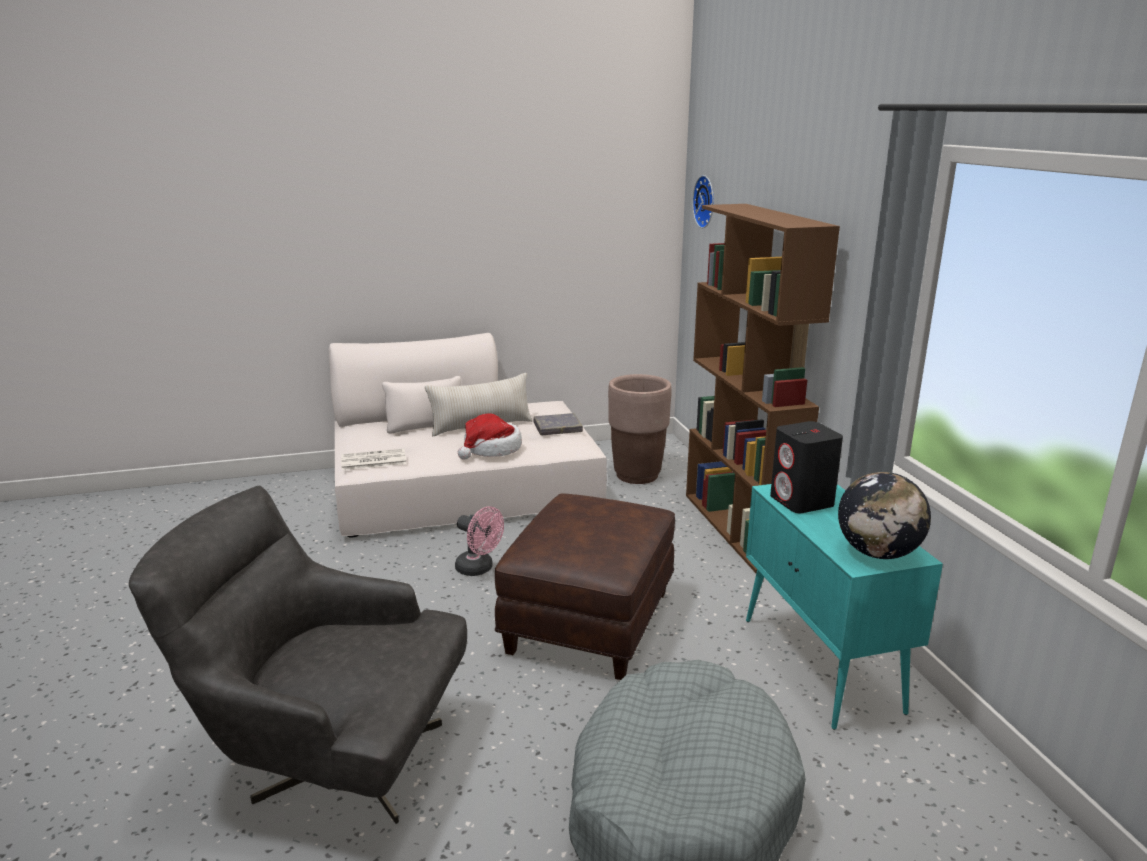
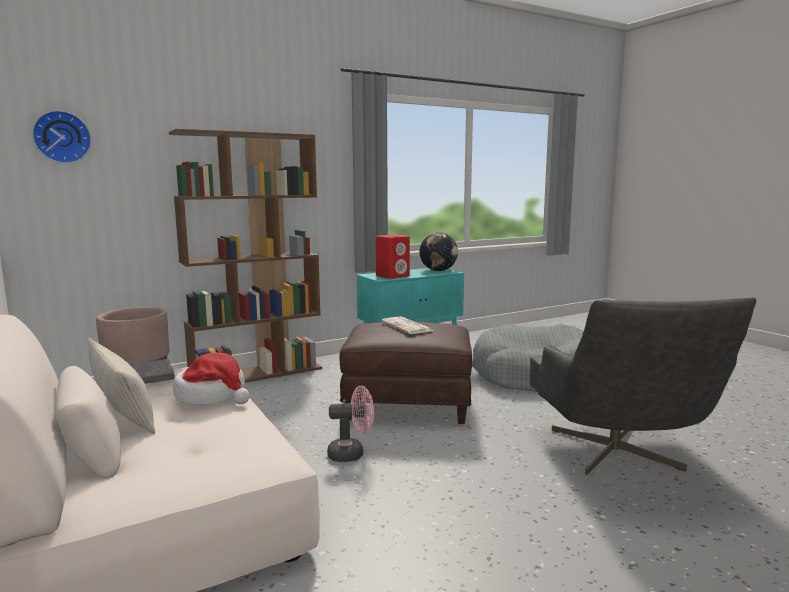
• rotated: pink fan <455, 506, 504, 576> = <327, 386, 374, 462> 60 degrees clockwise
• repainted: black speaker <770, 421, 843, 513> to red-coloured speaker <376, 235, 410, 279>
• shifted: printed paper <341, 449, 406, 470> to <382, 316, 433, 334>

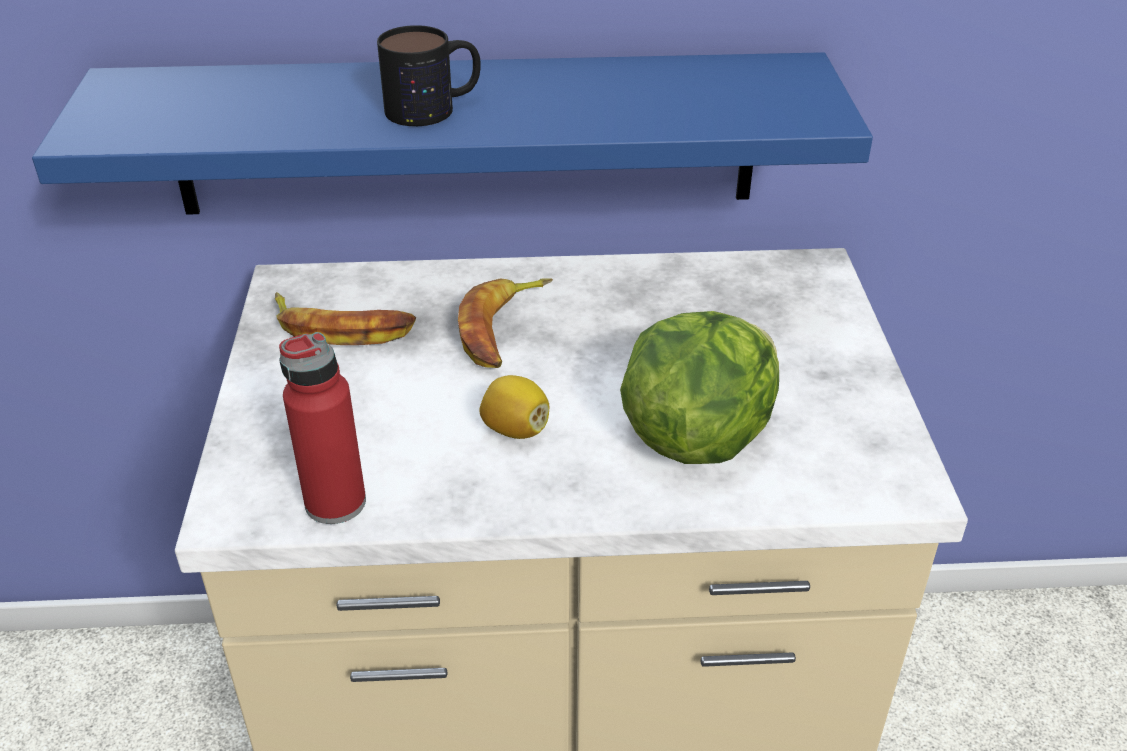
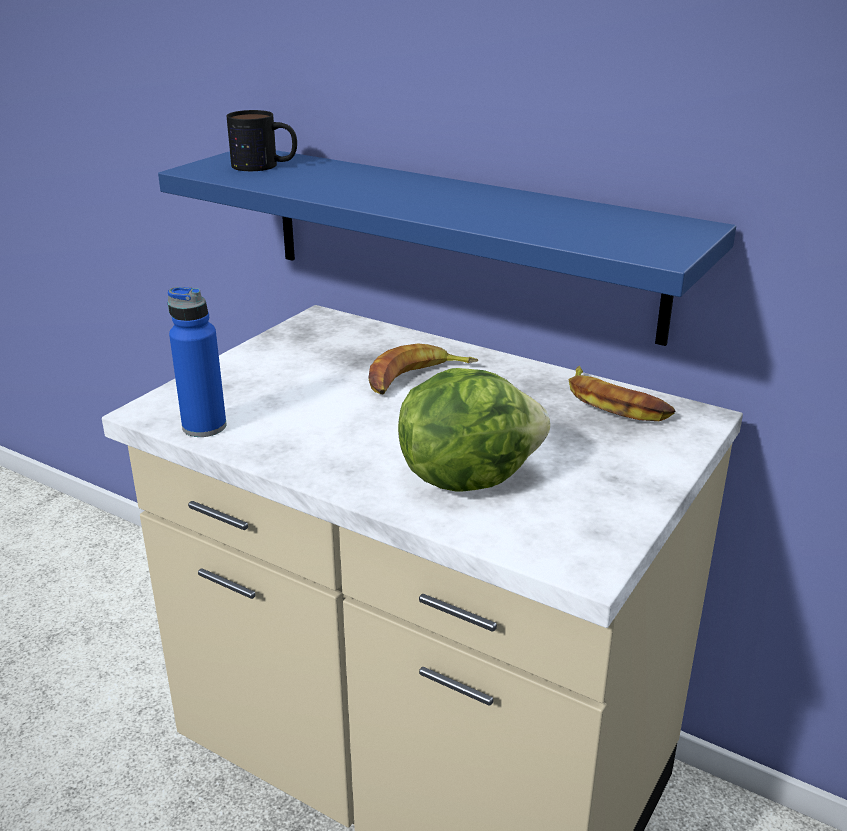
• repainted: red-coloured drink bottle <279, 332, 366, 524> to bluish drink bottle <168, 287, 226, 437>
• shifted: tea mug <377, 25, 481, 126> to <227, 110, 297, 171>
• shifted: whole banana <275, 292, 416, 345> to <568, 366, 675, 421>
• gone: lemon <479, 375, 549, 439>

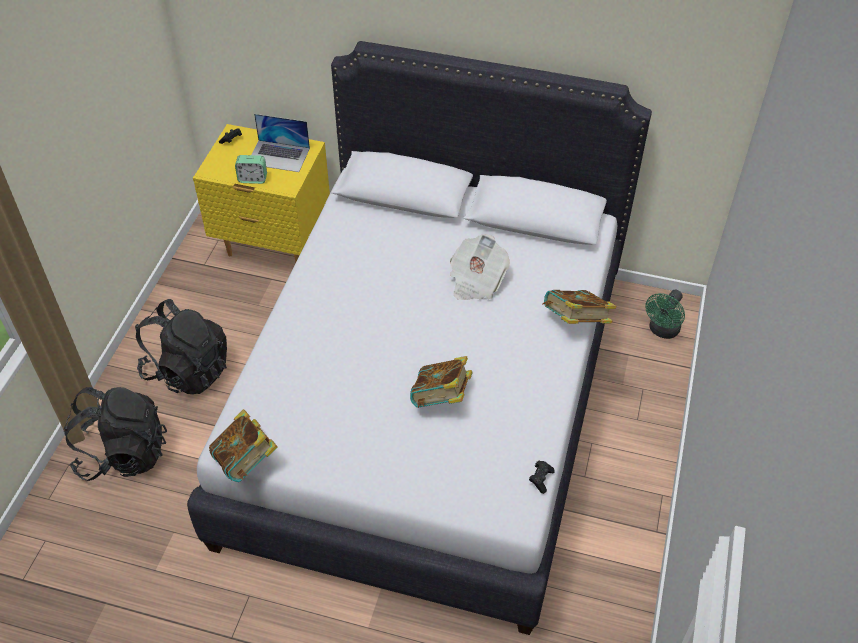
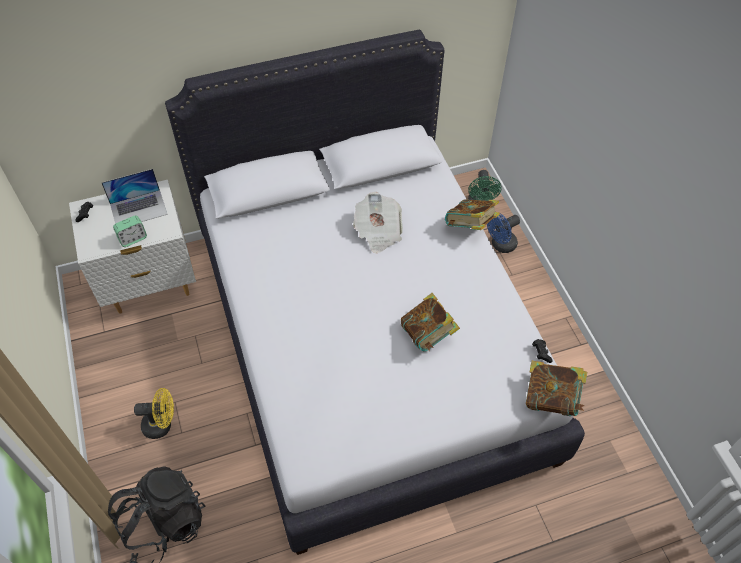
• repainted: yellow bedside table <193, 124, 330, 263> to white-coloured bedside table <69, 180, 196, 314>
• swapped: black knapsack <135, 299, 227, 394> to yellow fan <134, 388, 174, 439>
• new: bluish fan <487, 213, 520, 253>
• shifted: bound book <209, 409, 278, 482> to <526, 361, 587, 416>

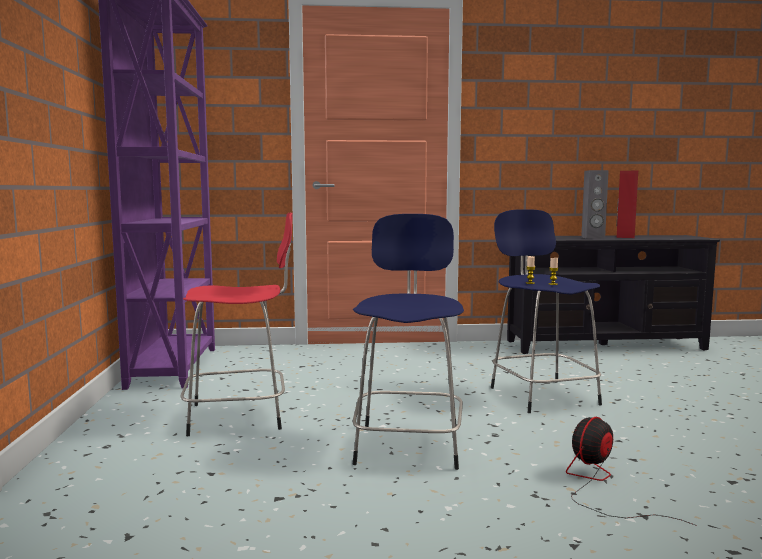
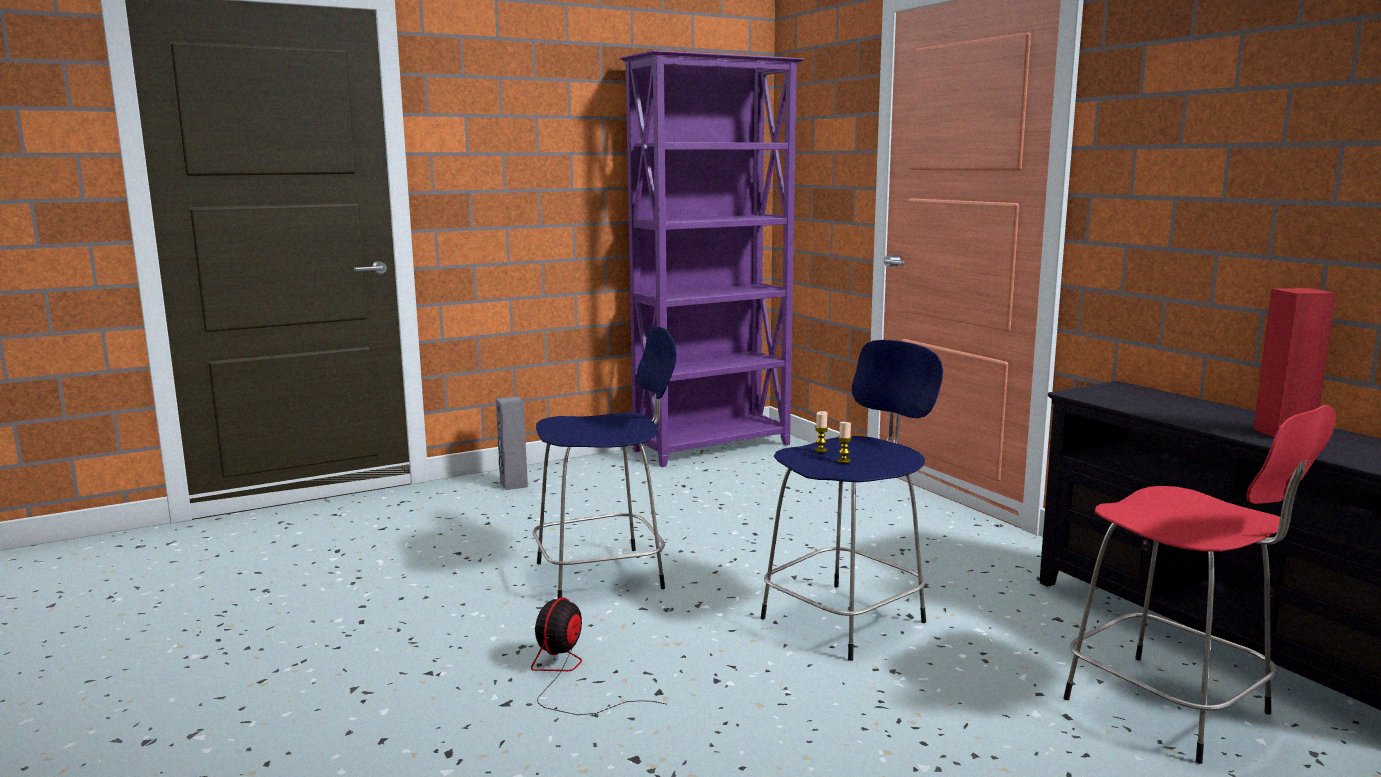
• shifted: greyish speaker <581, 170, 609, 239> to <496, 396, 528, 490>
• rotated: fan <566, 417, 697, 526> = <531, 598, 665, 715> 90 degrees counterclockwise
• shifted: red-coloured stool seat <181, 213, 293, 436> to <1064, 405, 1336, 764>

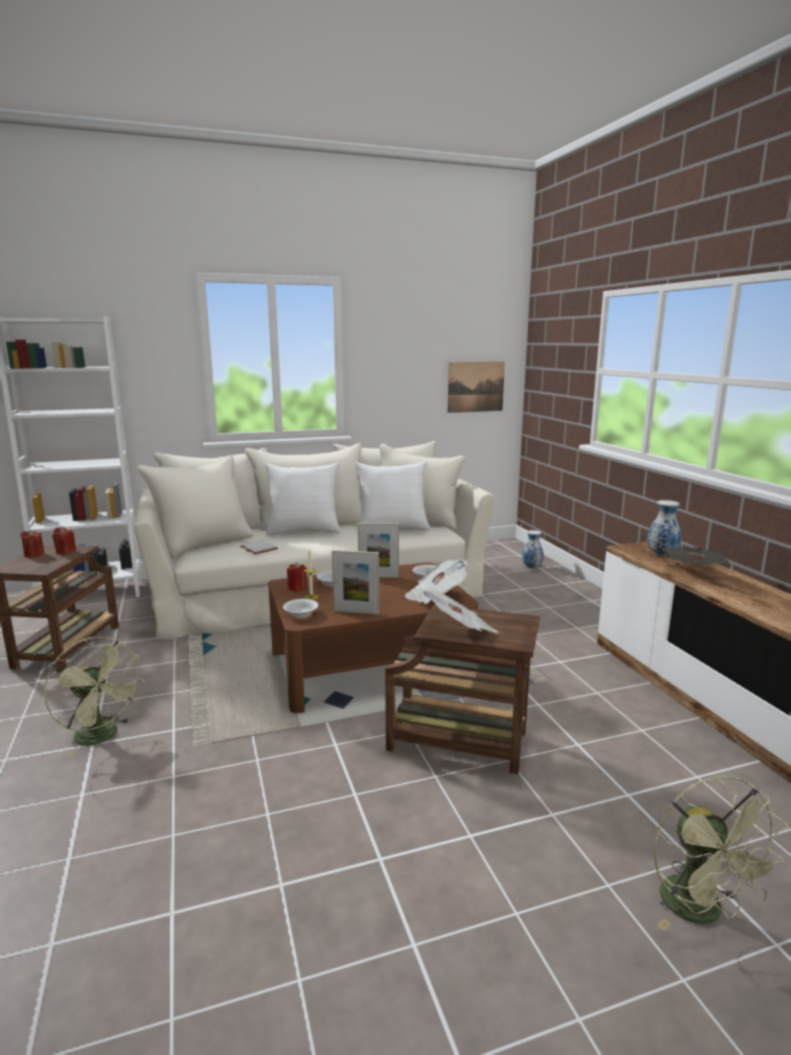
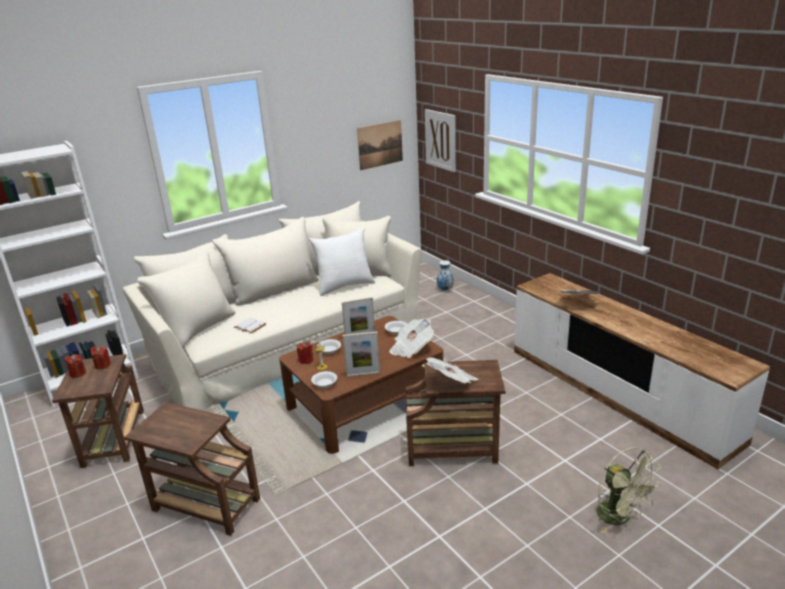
• swapped: green fan <44, 636, 144, 757> to brown-coloured accent table <124, 402, 260, 536>
• new: picture <425, 109, 456, 172>
• gone: white-coloured pillow <265, 463, 341, 536>
• gone: decorative vase <647, 500, 681, 556>

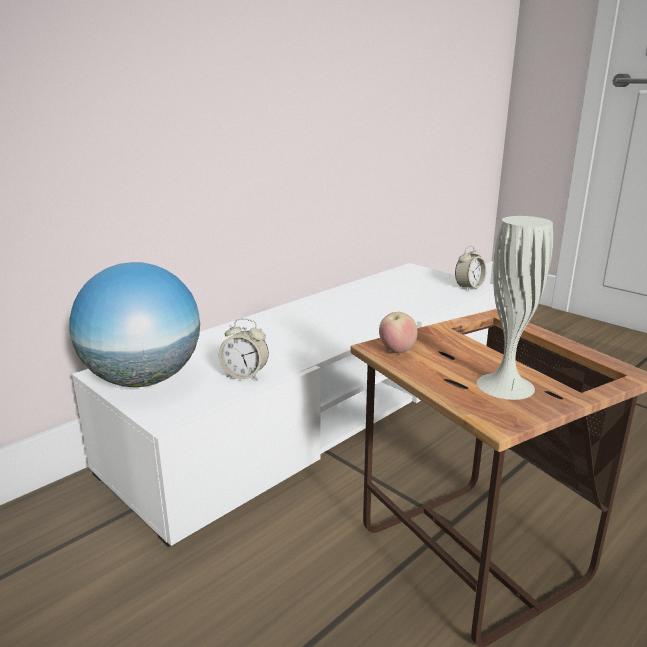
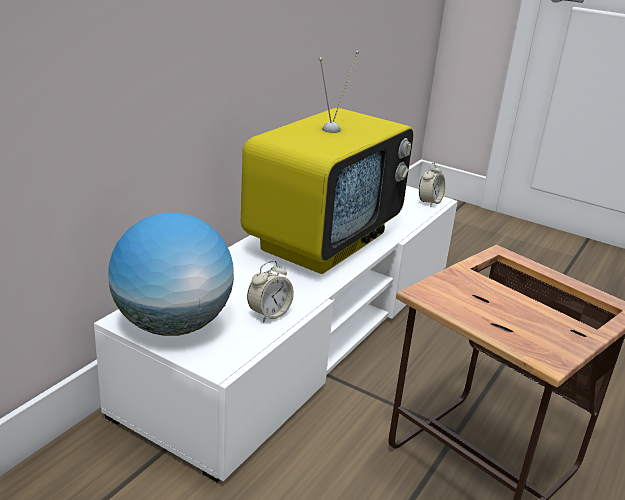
• new: television <241, 50, 413, 274>
• rotated: table clock <219, 318, 269, 380> = <247, 261, 294, 323> 45 degrees counterclockwise
• gone: apple fruit <379, 312, 417, 353>
• gone: white-coloured decorative vase <477, 216, 553, 400>

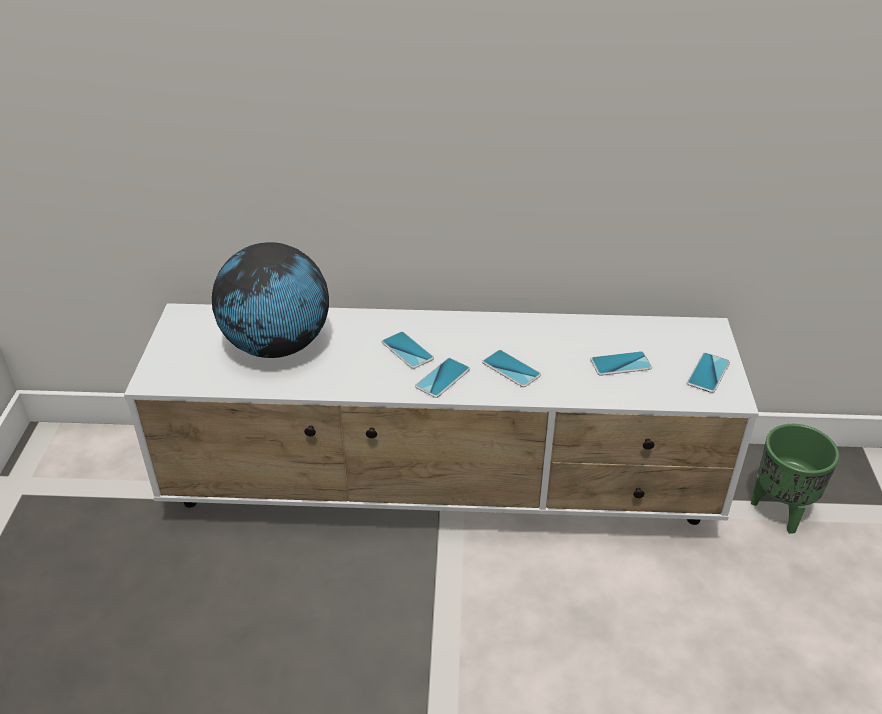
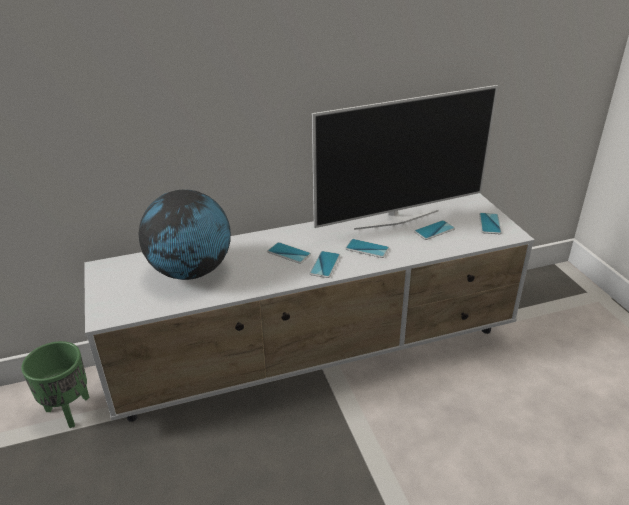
• shifted: green flower pot <751, 424, 839, 534> to <21, 341, 89, 428>
• new: television <312, 85, 498, 230>

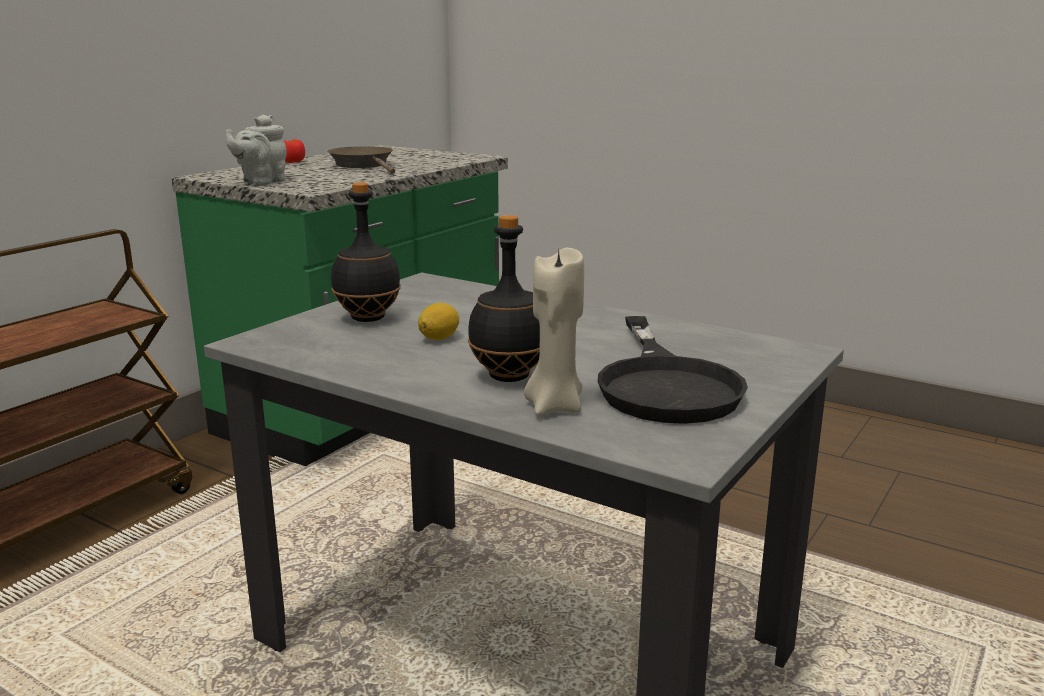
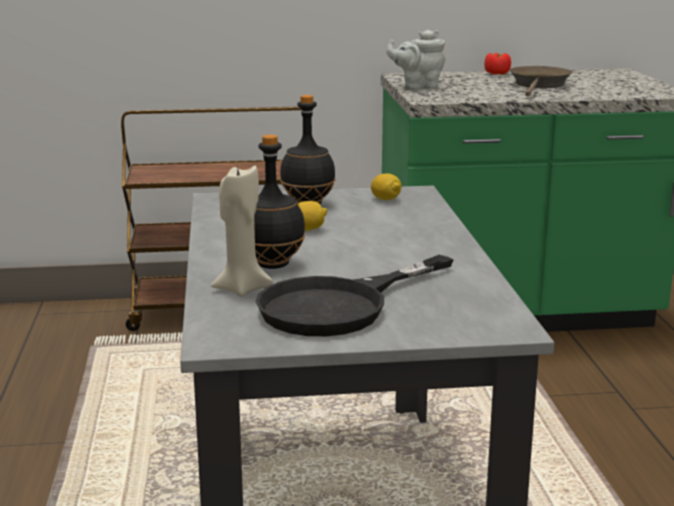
• new: lemon <371, 173, 401, 200>

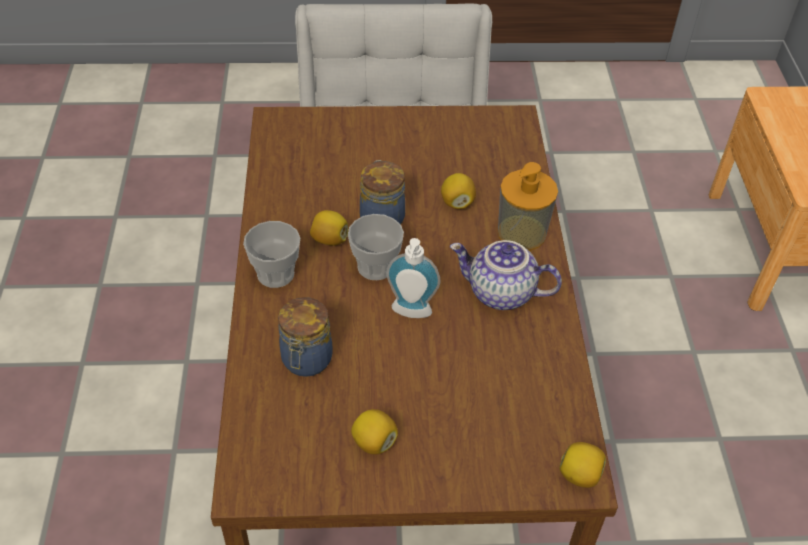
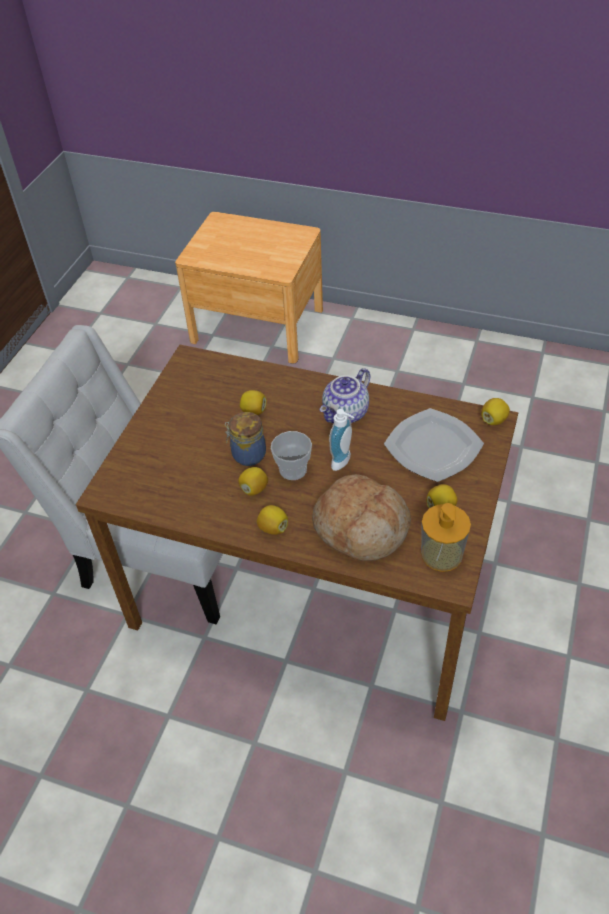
• swapped: small cup <243, 221, 300, 288> to lemon <257, 505, 288, 535>
• swapped: storage jar <278, 297, 333, 377> to bread <312, 474, 411, 561>
• new: dinner plate <384, 408, 484, 482>
• shifted: liquid soap bottle <498, 162, 558, 251> to <421, 503, 471, 572>

